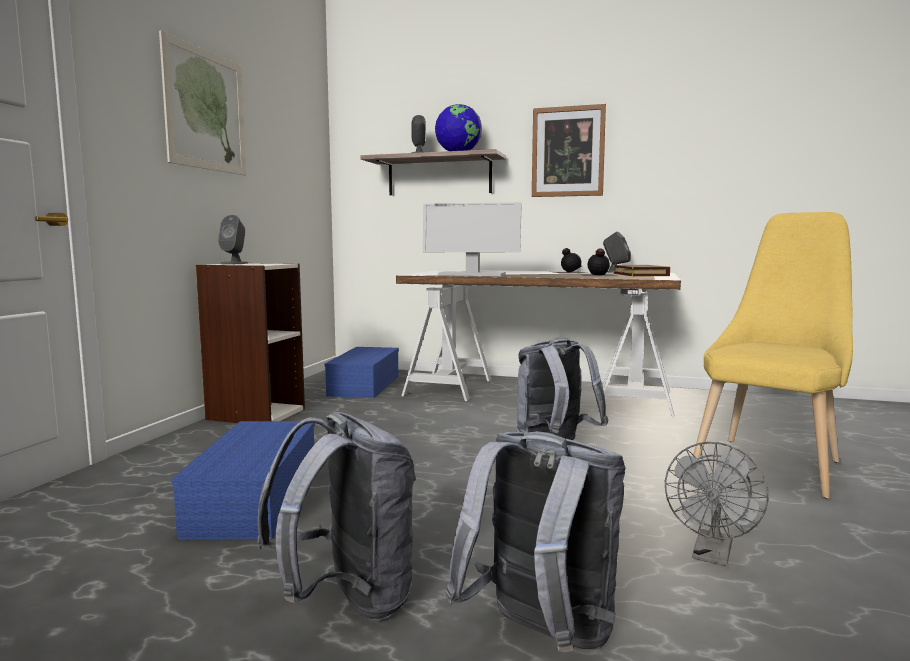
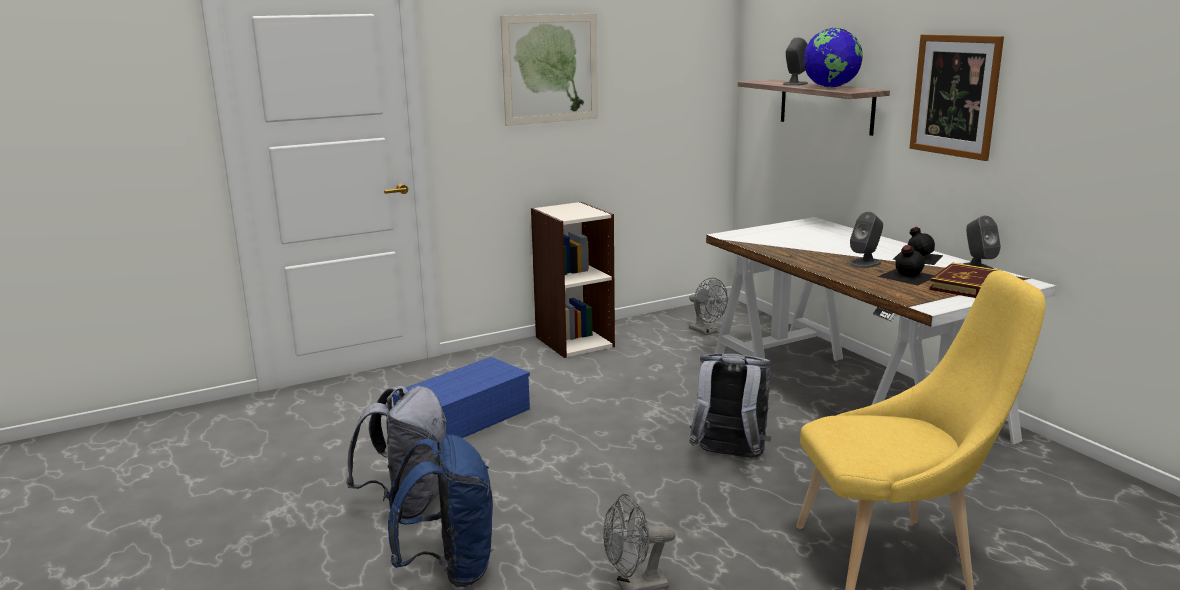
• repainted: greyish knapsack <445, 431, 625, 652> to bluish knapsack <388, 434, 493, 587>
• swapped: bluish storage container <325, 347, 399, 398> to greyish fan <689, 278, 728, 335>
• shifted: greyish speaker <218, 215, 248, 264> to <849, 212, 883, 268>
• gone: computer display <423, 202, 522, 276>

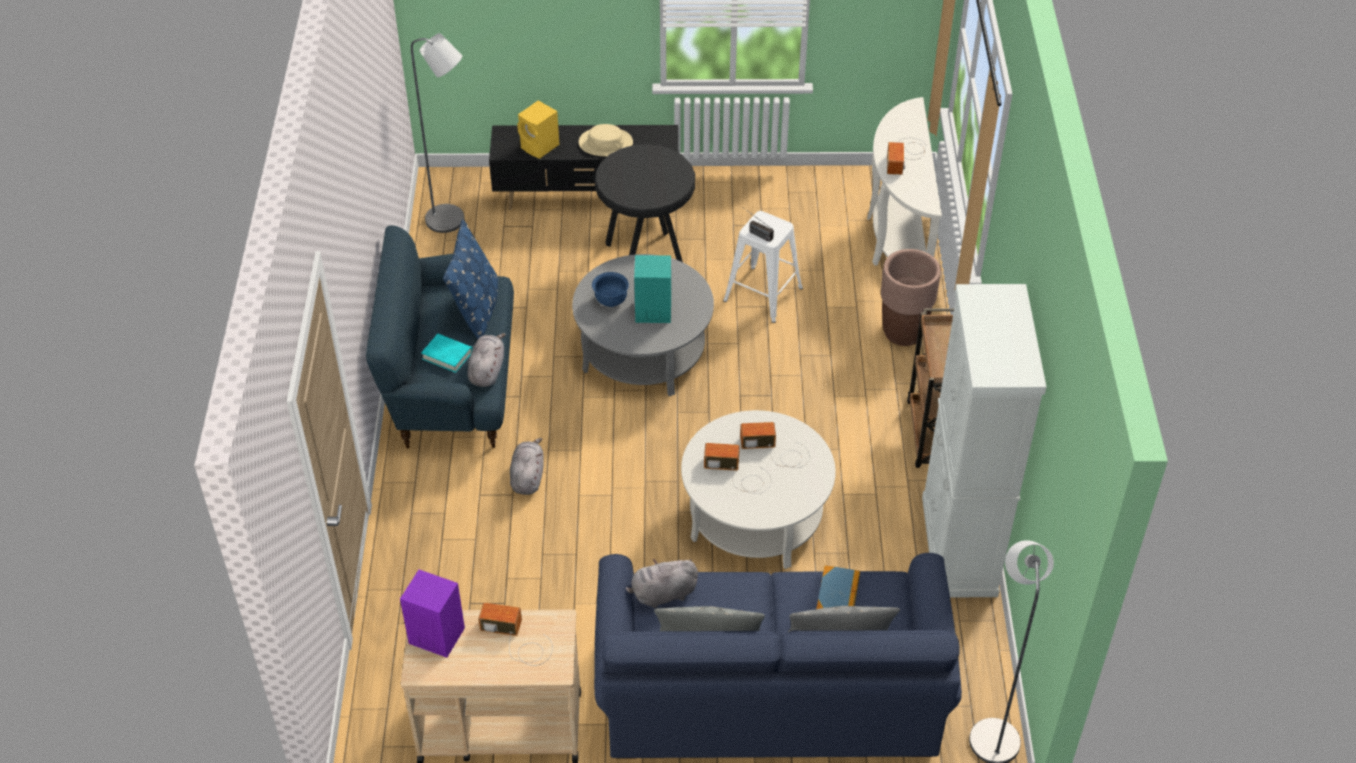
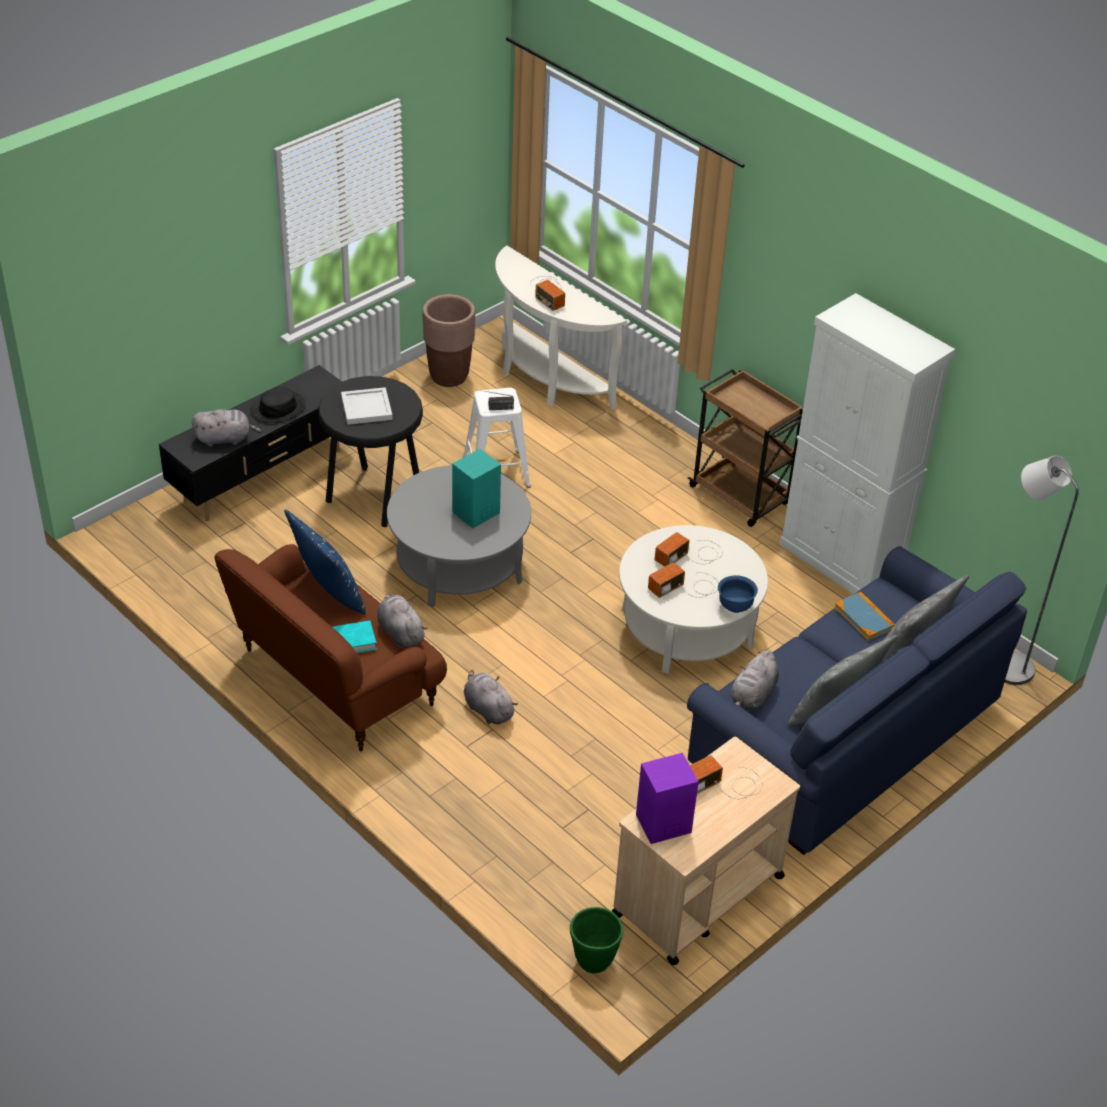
• swapped: yellow speaker <517, 100, 559, 159> to greyish soft toy <192, 409, 262, 447>
• repainted: bluish couch <366, 225, 514, 448> to brown-coloured couch <214, 544, 447, 751>
• repainted: beige-coloured clothing hat <579, 124, 633, 156> to black clothing hat <250, 387, 306, 423>
• new: white-coloured tray <341, 387, 393, 425>
• shifted: brown-coloured flower pot <881, 249, 941, 346> to <423, 294, 475, 387>
• new: green flower pot <570, 907, 623, 973>
• shifted: bluish deep dish <592, 272, 629, 307> to <718, 575, 758, 613>
• gone: greyish standing lamp <411, 33, 464, 233>

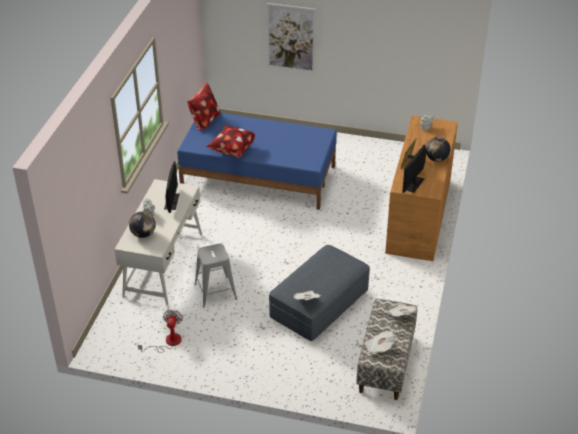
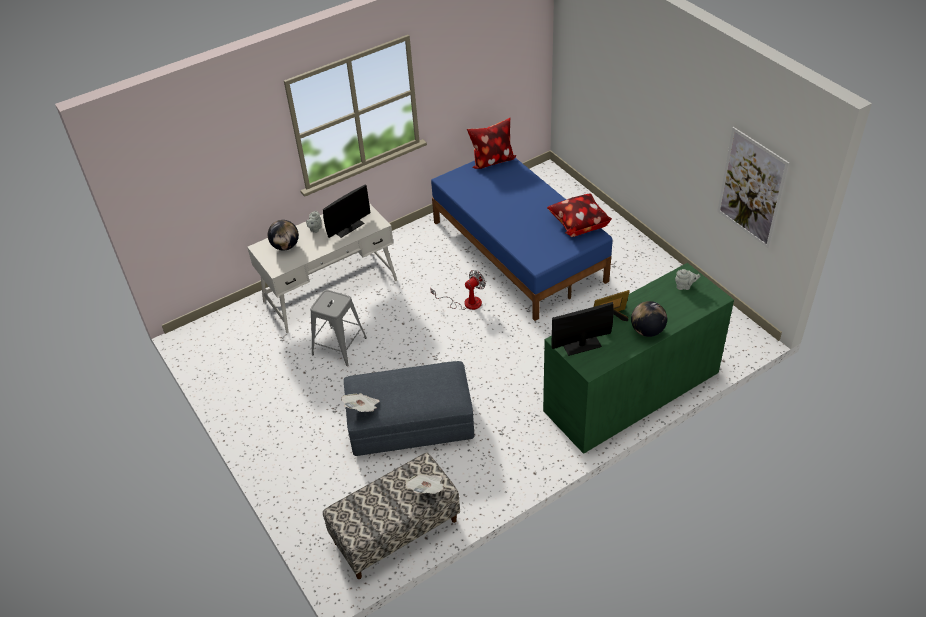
• shifted: fan <138, 310, 183, 353> to <430, 270, 486, 310>
• repainted: brown-coloured chest of drawers <385, 116, 458, 261> to green chest of drawers <543, 263, 734, 454>
• shifted: pillow <207, 125, 255, 158> to <547, 194, 612, 237>
• shifted: picture <267, 3, 316, 73> to <717, 127, 790, 248>
• gone: printed paper <365, 331, 396, 354>

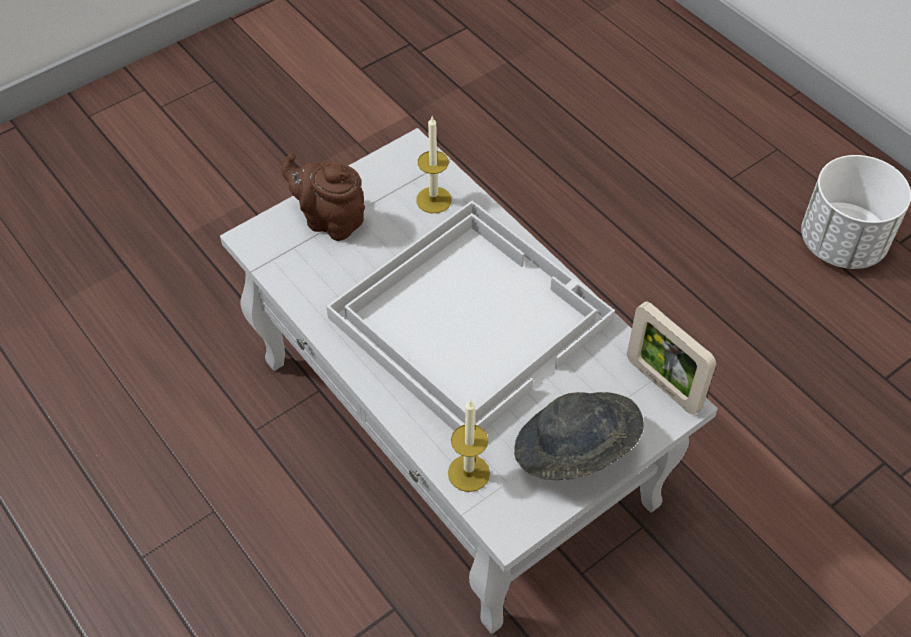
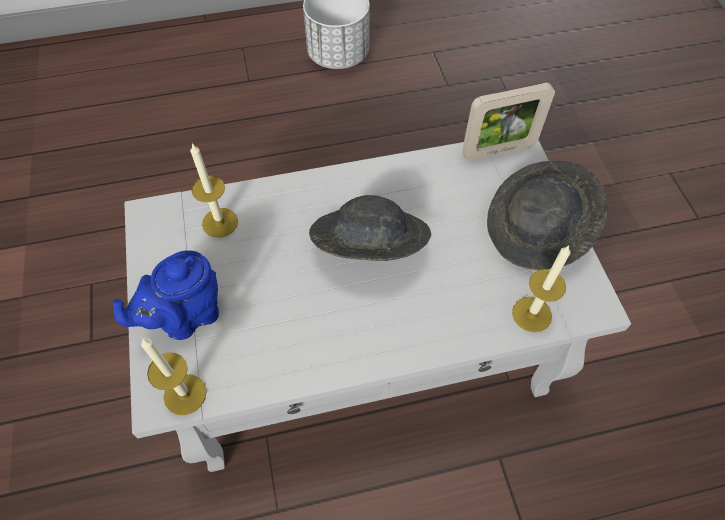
• repainted: brown-coloured teapot <281, 153, 365, 241> to bluish teapot <113, 250, 219, 340>
• new: wax candle <141, 338, 207, 415>
• swapped: white-coloured tray <326, 201, 615, 431> to greyish clothing hat <309, 195, 431, 261>

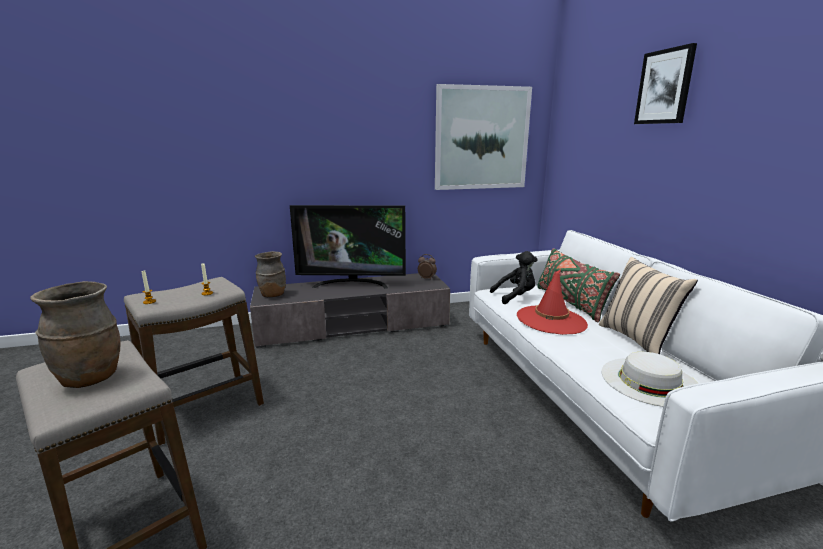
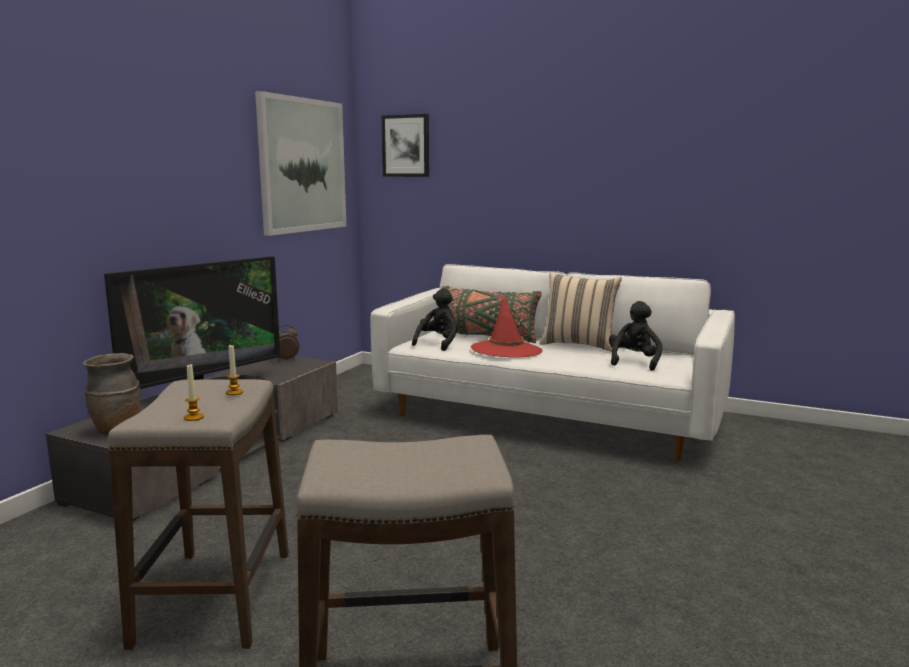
• shifted: picture <634, 43, 697, 124> to <382, 114, 429, 177>
• swapped: white-coloured clothing hat <602, 352, 699, 407> to black soft toy <609, 301, 662, 371>
• gone: brown-coloured decorative vase <30, 281, 121, 388>

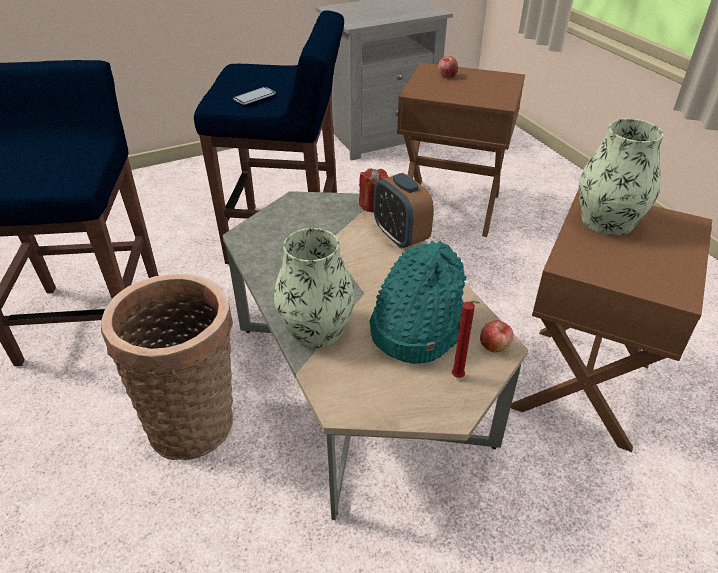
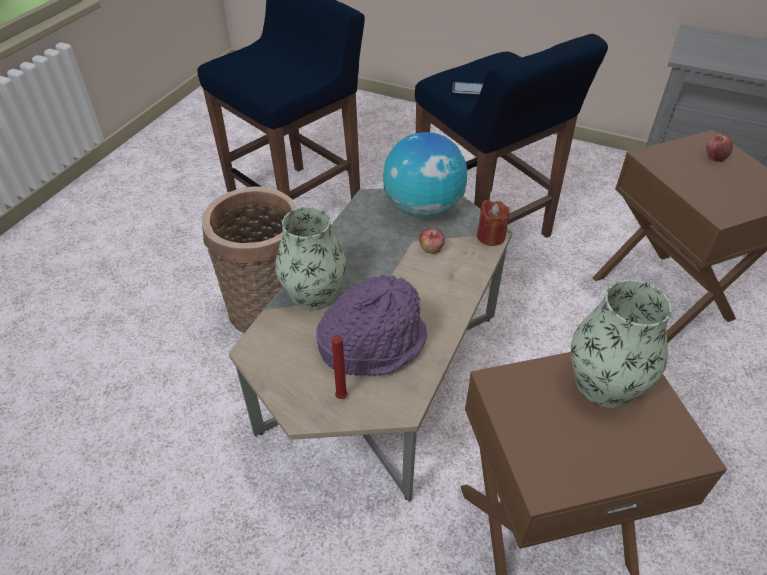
• repainted: turquoise clothing hat <369, 241, 466, 364> to purplish clothing hat <316, 274, 427, 377>
• new: desk globe <383, 132, 467, 218>
• shifted: apple fruit <480, 320, 514, 353> to <419, 228, 445, 254>
• gone: table clock <374, 173, 434, 249>

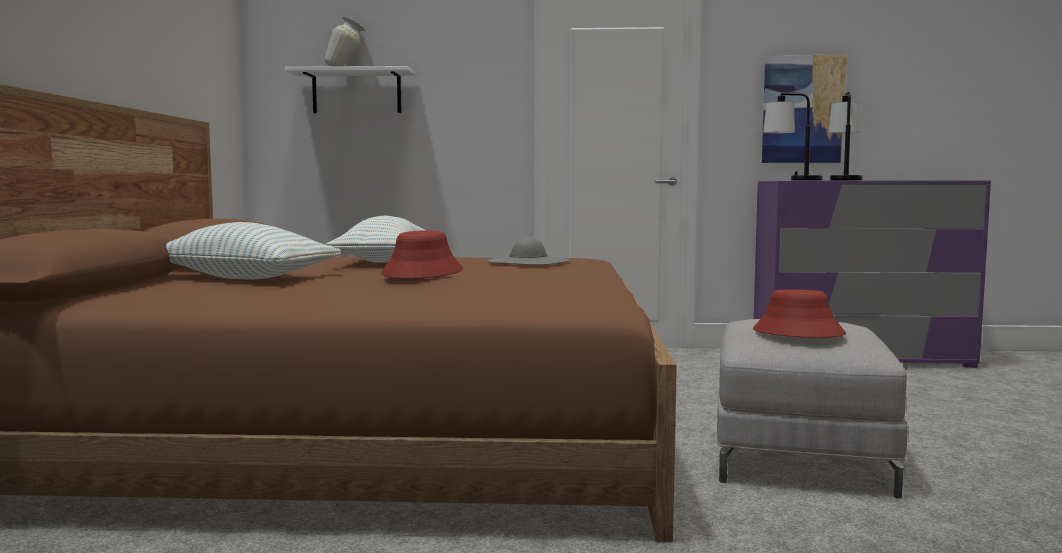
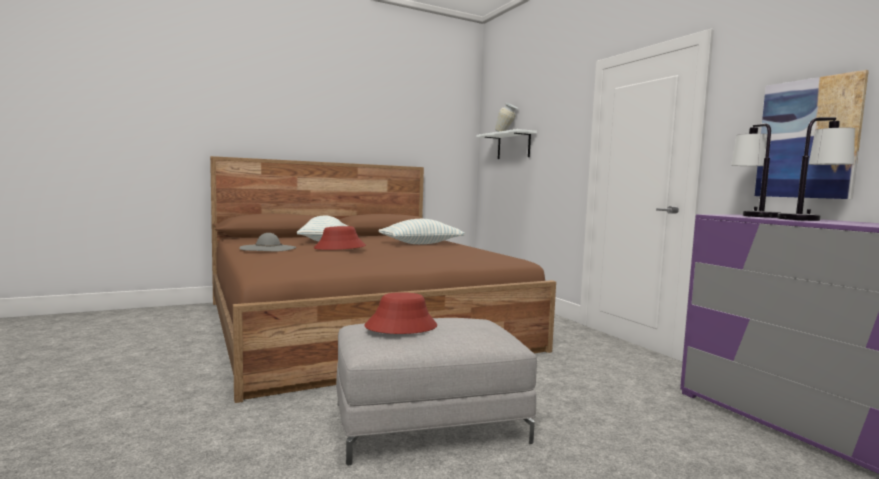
• shifted: greyish clothing hat <487, 237, 571, 265> to <239, 233, 296, 251>

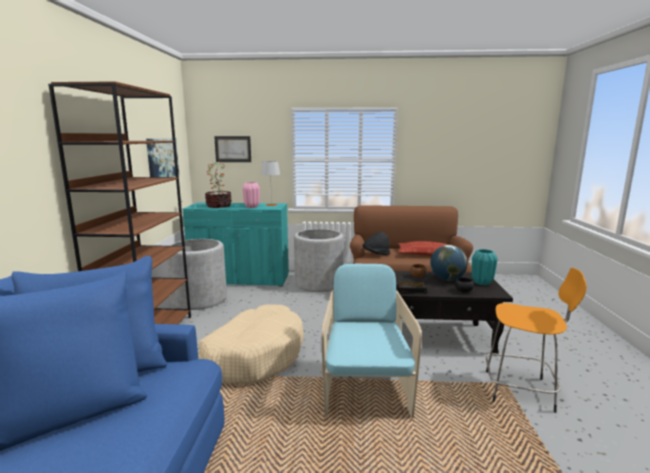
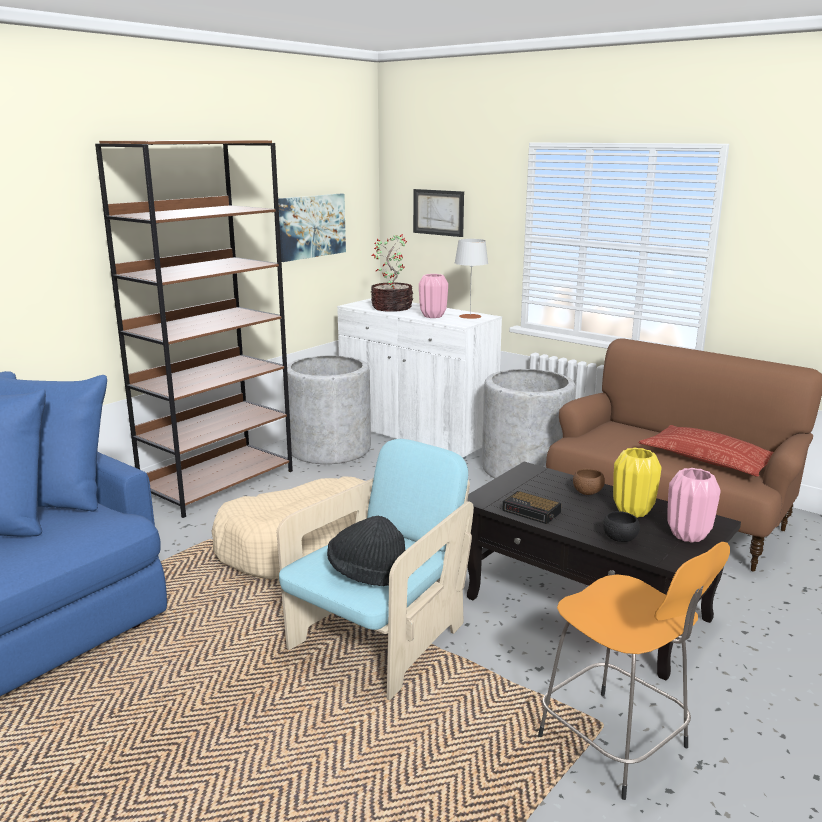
• shifted: black clothing hat <363, 232, 390, 255> to <327, 516, 405, 586>
• repainted: turquoise cupboard <183, 203, 289, 287> to white-coloured cupboard <337, 298, 502, 459>
• swapped: desk globe <430, 245, 468, 281> to yellow decorative vase <613, 448, 662, 518>
• repainted: turquoise decorative vase <472, 249, 498, 285> to pink decorative vase <667, 468, 721, 543>

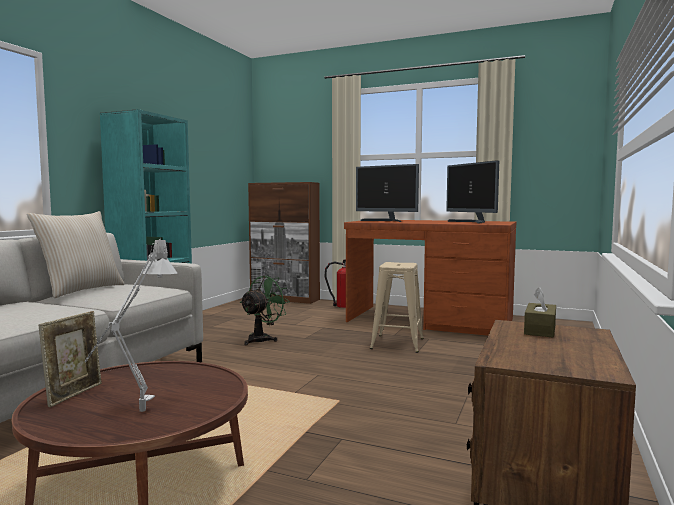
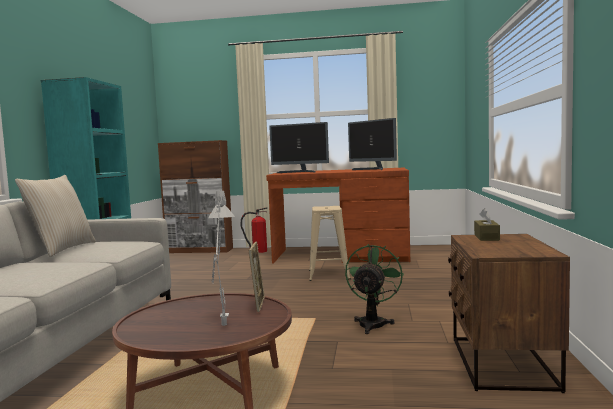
• shifted: picture frame <39, 311, 102, 407> to <249, 242, 265, 312>
• shifted: green fan <240, 275, 290, 345> to <345, 244, 404, 334>

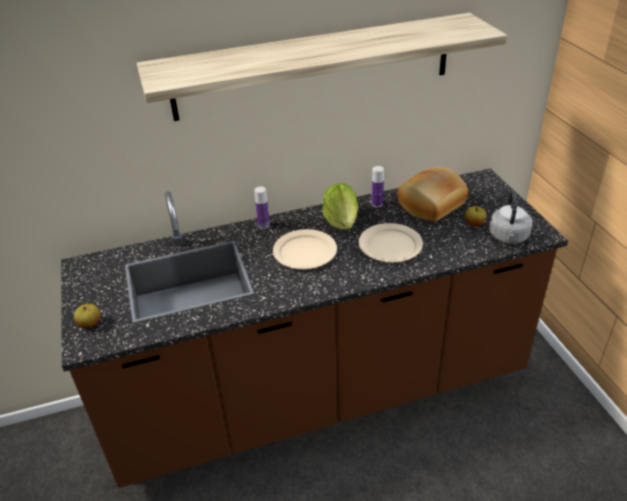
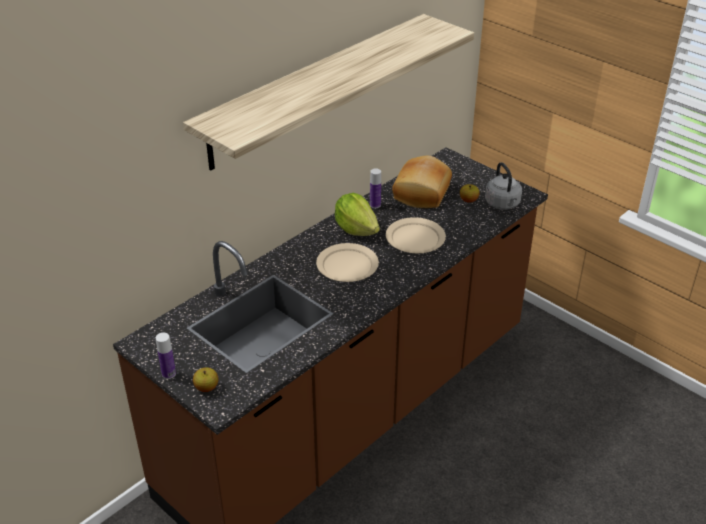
• shifted: drink bottle <254, 186, 270, 229> to <156, 333, 176, 379>

